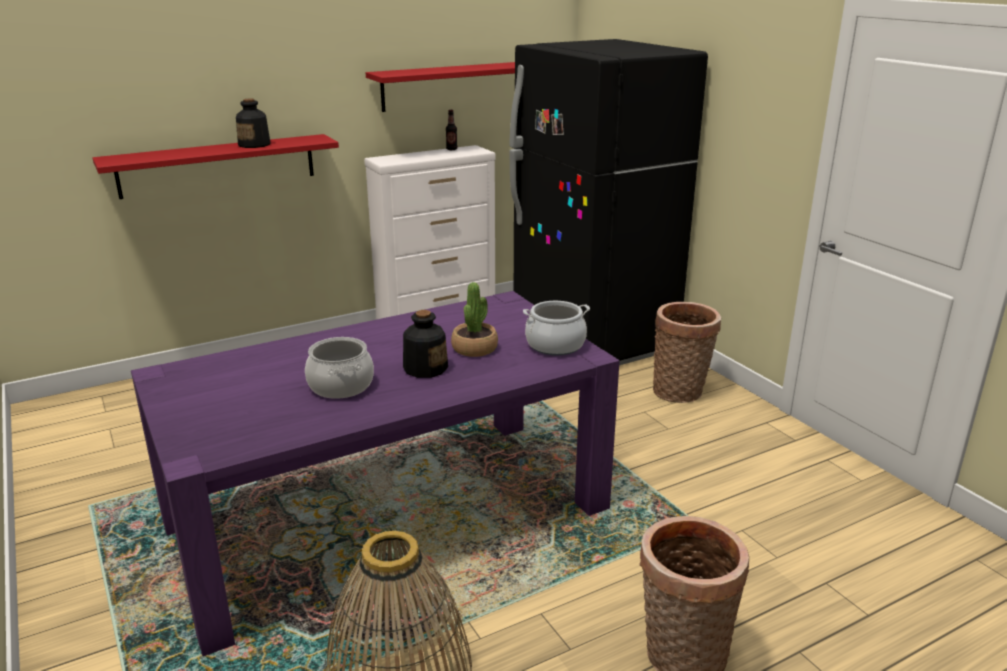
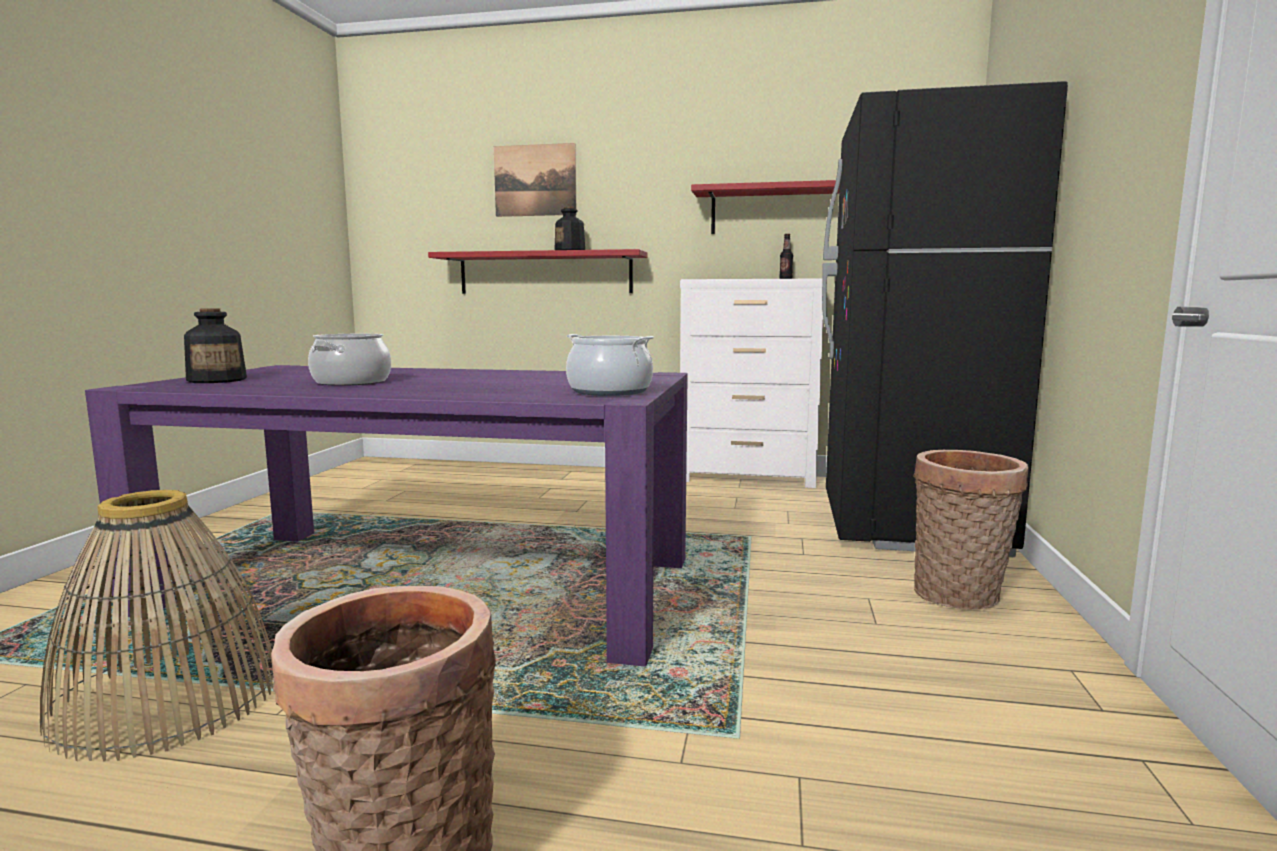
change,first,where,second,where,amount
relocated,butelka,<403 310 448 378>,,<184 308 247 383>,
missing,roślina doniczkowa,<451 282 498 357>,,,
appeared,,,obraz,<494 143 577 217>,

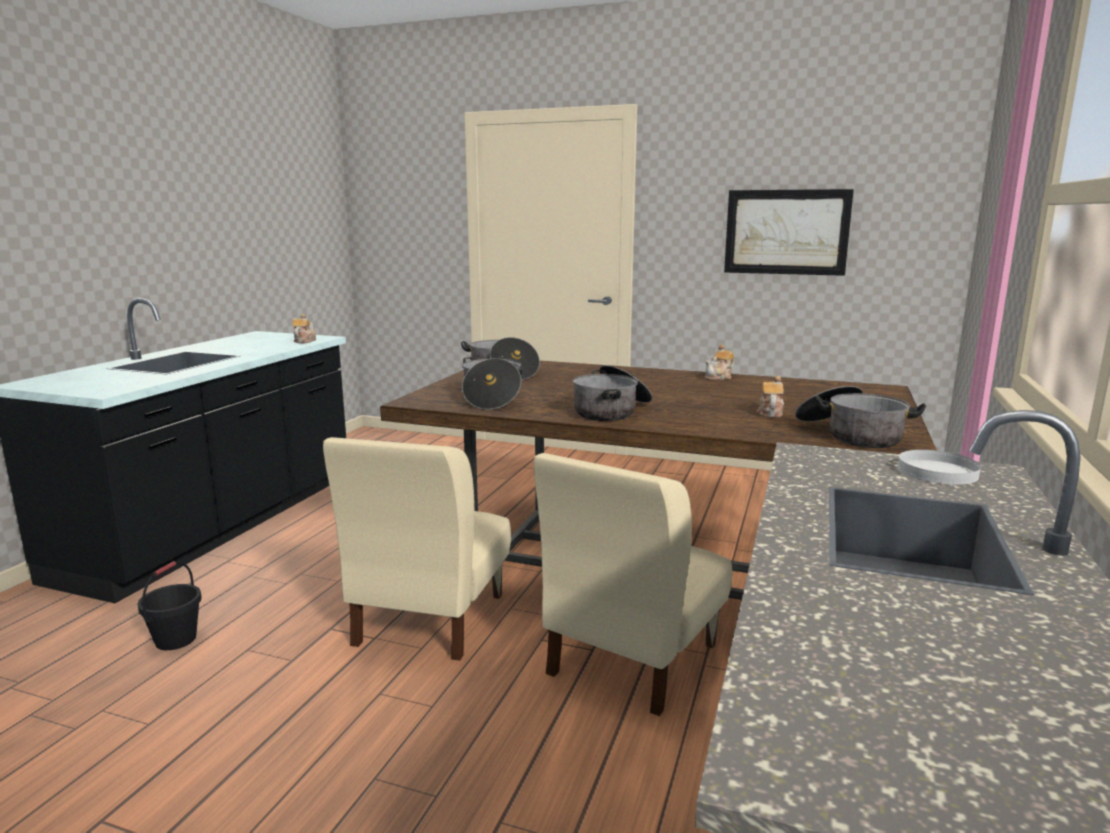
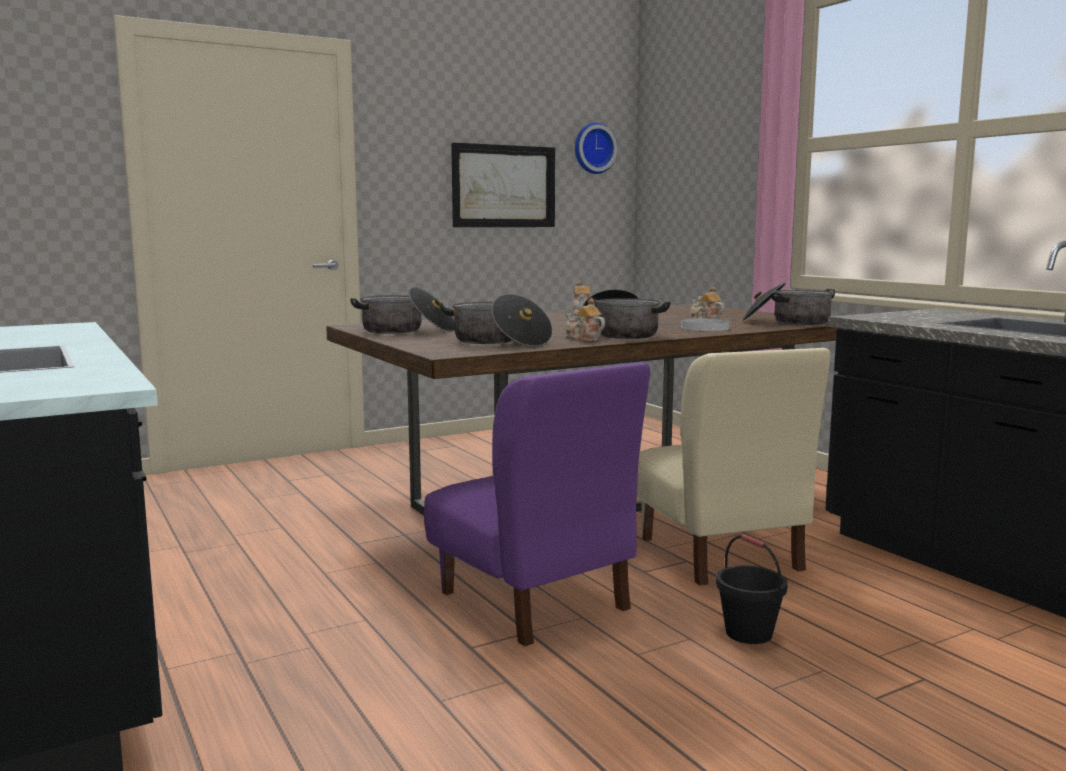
change,first,where,second,where,amount
relocated,wiadro [czarny],<137 561 202 650>,,<716 534 788 644>,
relocated,imbryk,<292 314 316 343>,,<565 298 605 341>,
colour,krzesło [beżowy],<323 437 511 661>,krzesło [fioletowy],<424 362 650 646>,
relocated,talerz [biały],<898 450 981 485>,,<681 318 730 331>,
appeared,,,zegar ścienny,<575 122 617 174>,

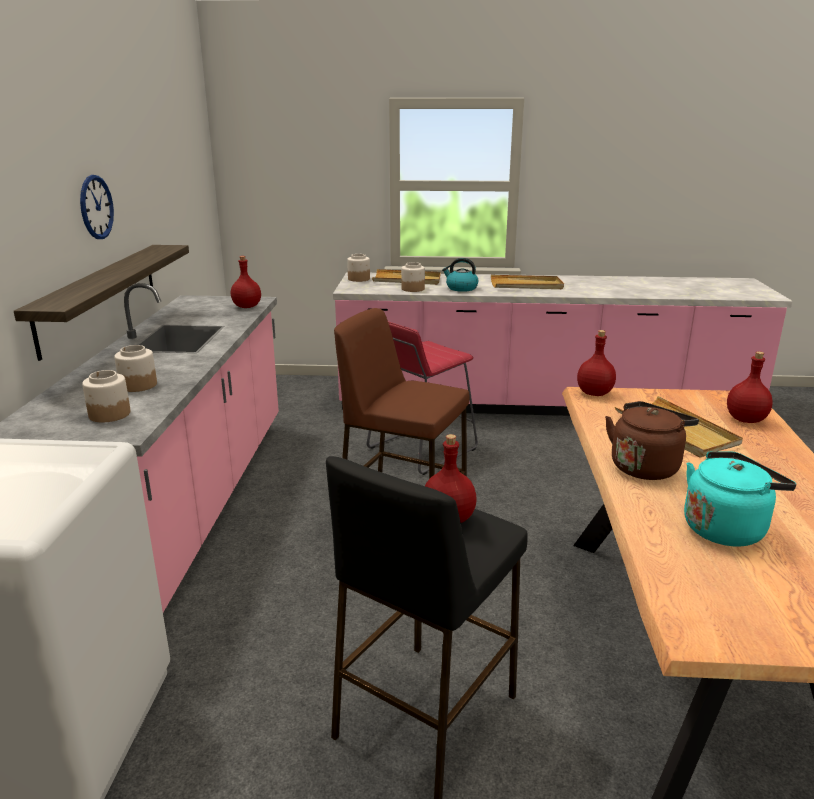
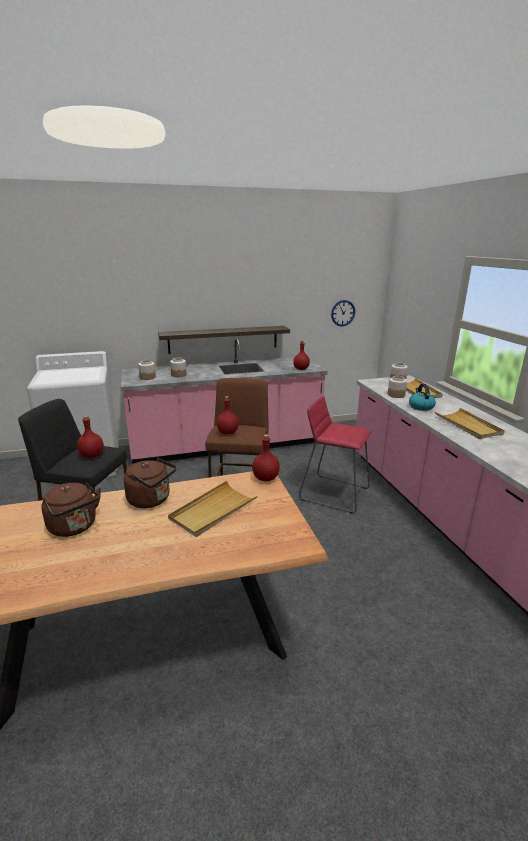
change,first,where,second,where,amount
relocated,zegar ścienny,<80 175 114 239>,,<331 300 355 327>,
colour,czajnik [turkusowy],<684 451 797 546>,czajnik [brązowy],<41 482 101 537>,
relocated,butelka [czerwony],<727 351 773 423>,,<217 396 239 434>,

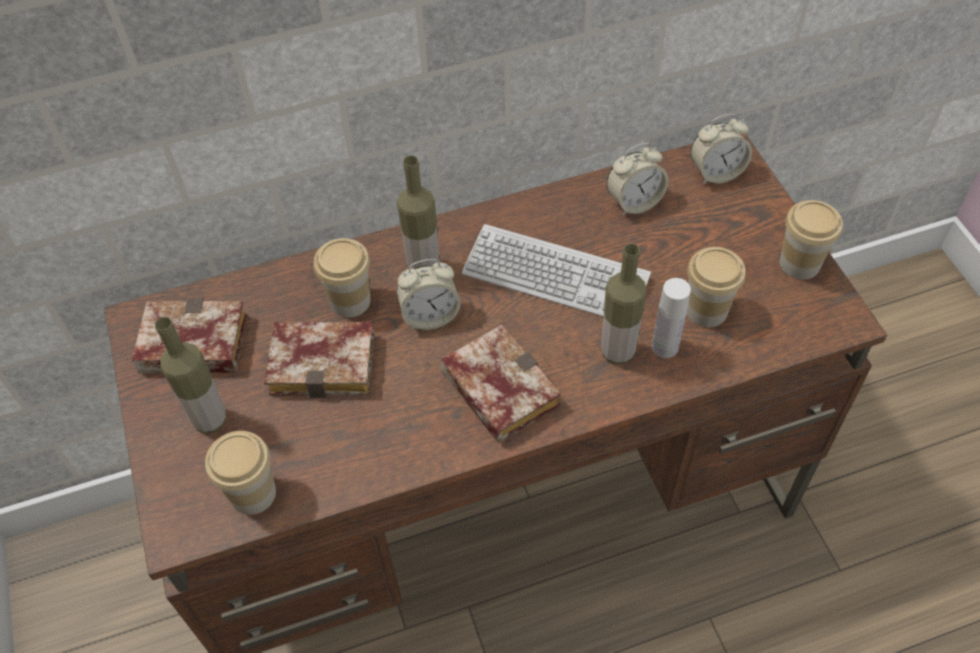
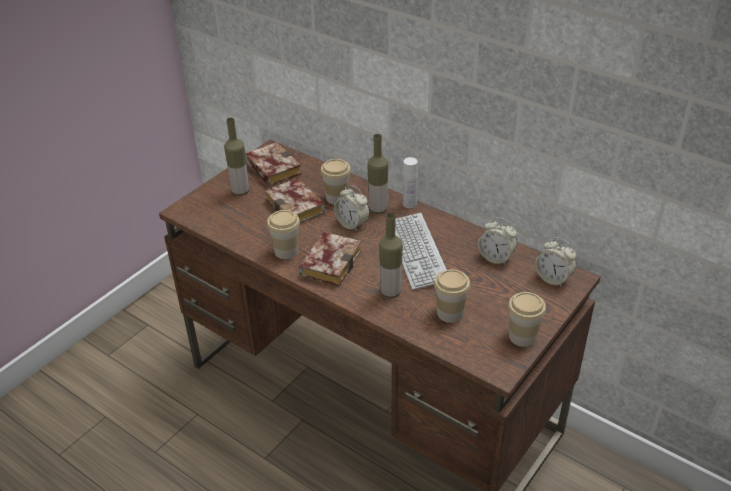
change,first,where,second,where,amount
relocated,filiżanka,<205 431 276 515>,,<267 210 300 259>,
relocated,butelka [biały],<652 278 691 358>,,<403 157 418 208>,

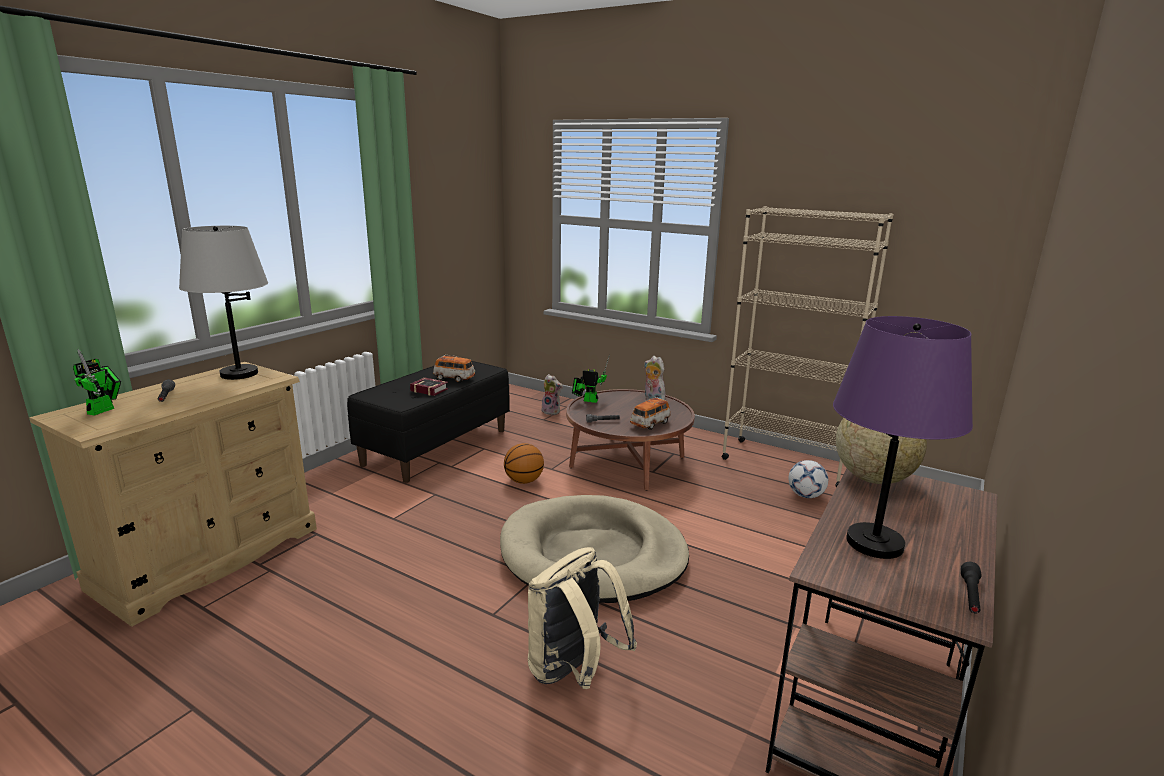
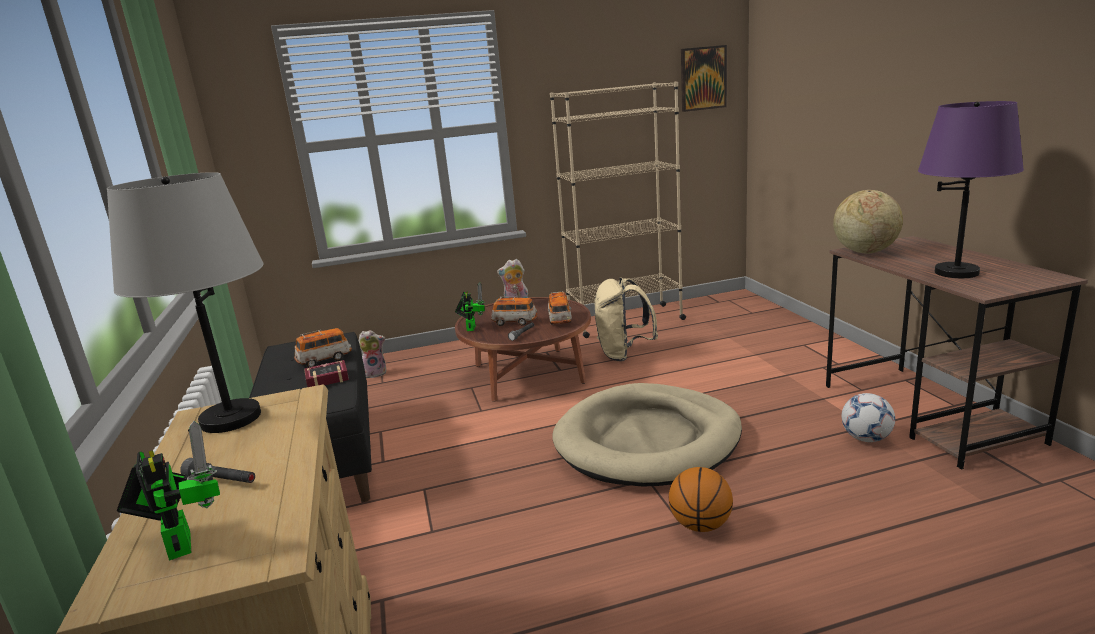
change,first,where,second,where,amount
relocated,piłka do koszykówki,<504 443 544 484>,,<669 467 733 532>,
relocated,plecak [beżowy],<528 547 637 689>,,<595 277 658 361>,
spun,robot zabawkowy,<572 354 610 403>,,<455 282 485 331>,120 degrees clockwise
relocated,piłka futbolowa,<788 460 828 498>,,<841 393 895 442>,
missing,latarka [czarny],<961 562 982 613>,,,
appeared,,,samochodzik,<491 297 538 326>,
appeared,,,obraz,<681 45 727 112>,

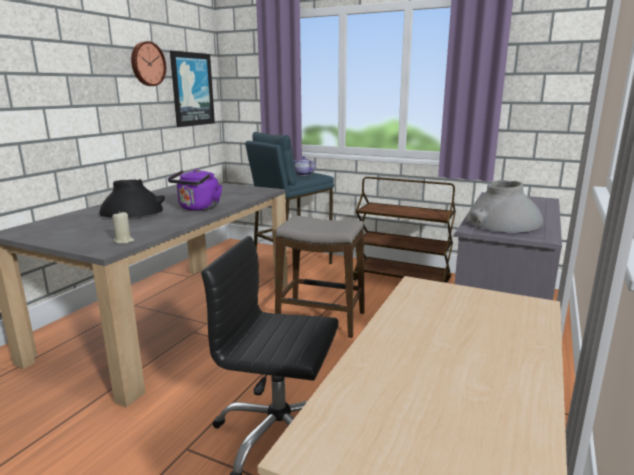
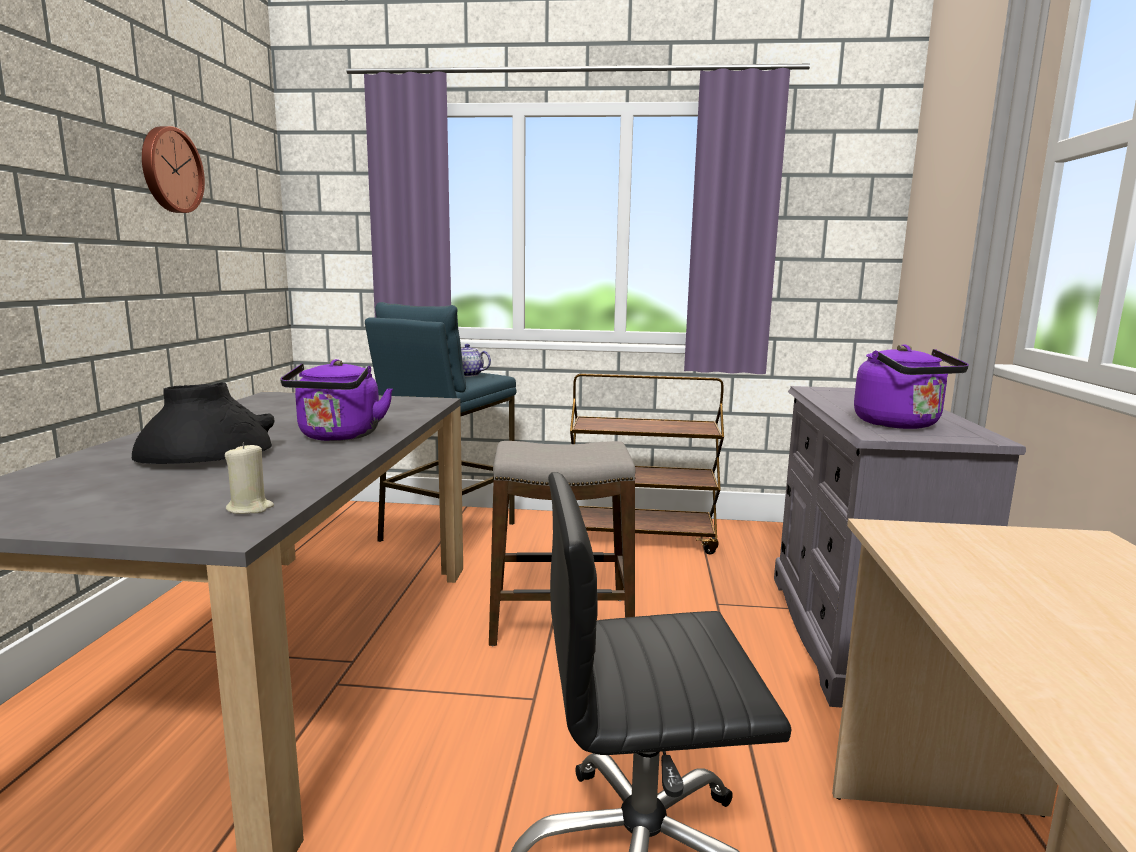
change,first,where,second,where,amount
missing,obraz,<170 51 215 127>,,,
exchanged,wazon [szary],<466 180 543 233>,czajnik [fioletowy],<854 344 969 429>,

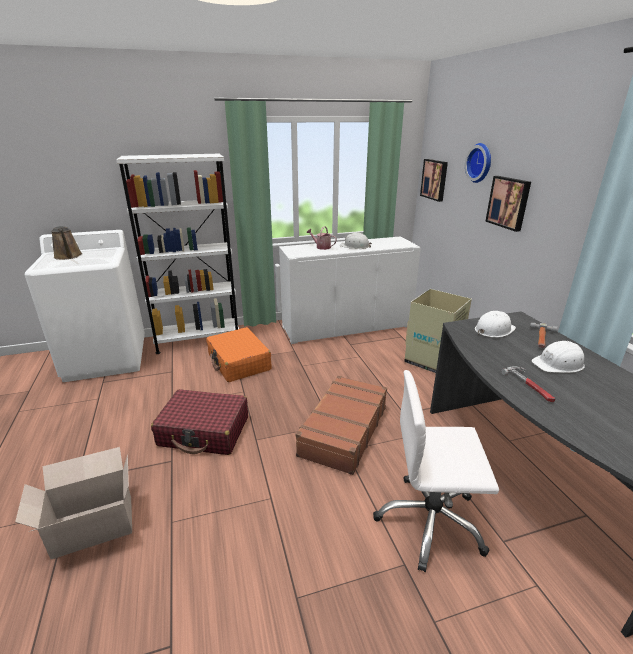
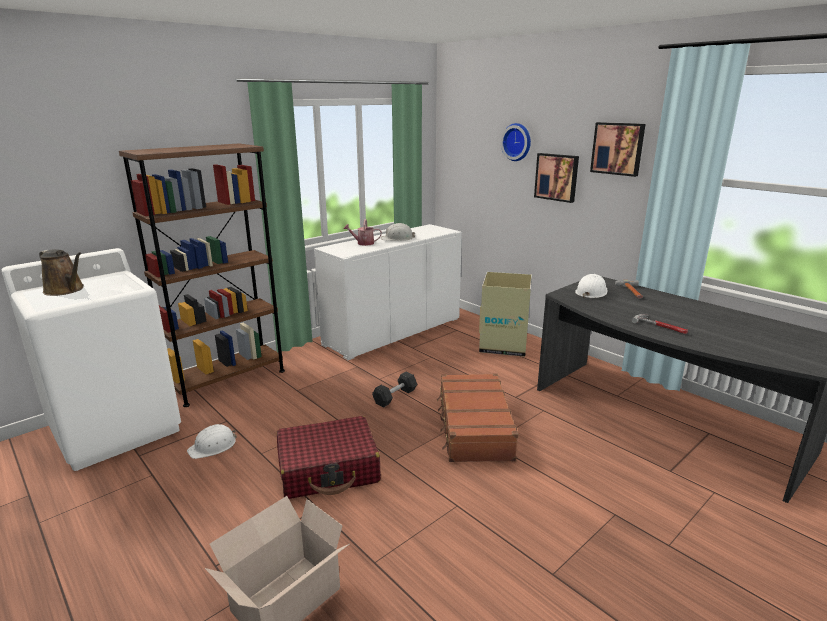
change,first,where,second,where,amount
colour,regał [biały],<116 154 239 354>,regał [brązowy],<119 143 285 407>,
missing,walizka [pomarańczowy],<206 327 271 382>,,,
missing,krzesło biurowe [biały],<373 370 499 572>,,,
relocated,obraz,<420 159 448 202>,,<590 122 645 177>,
relocated,kask [biały],<531 341 585 373>,,<187 424 237 459>,
appeared,,,hantel [szary],<372 372 417 408>,

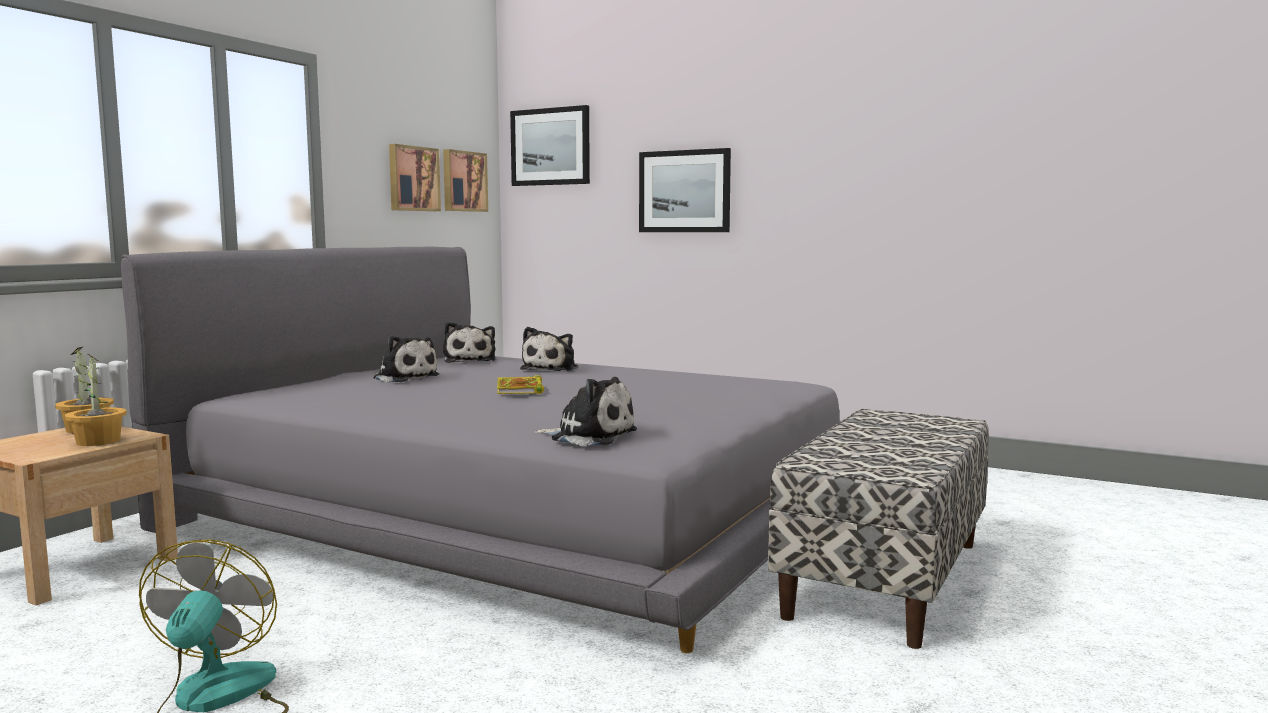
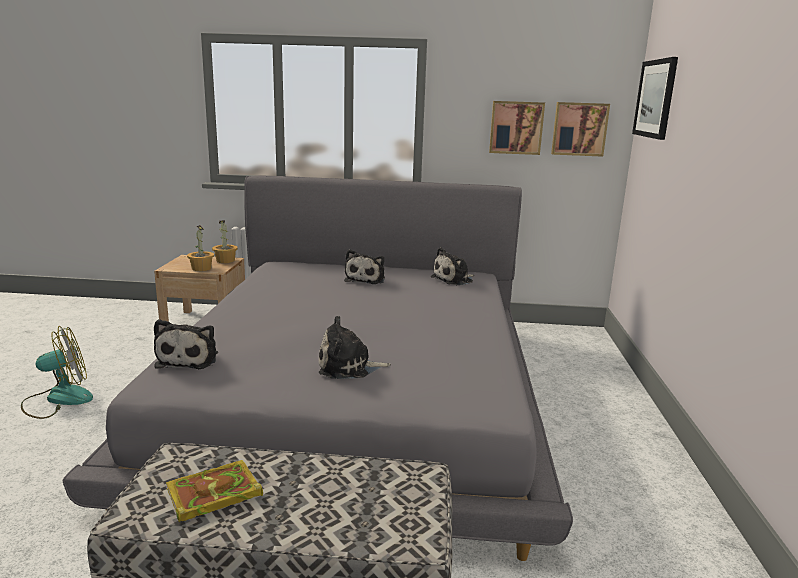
change,first,where,second,where,amount
relocated,książka,<497 375 544 394>,,<166 460 263 522>,
relocated,pluszak,<520 327 578 371>,,<319 316 391 379>,
missing,obraz,<639 148 731 232>,,,

